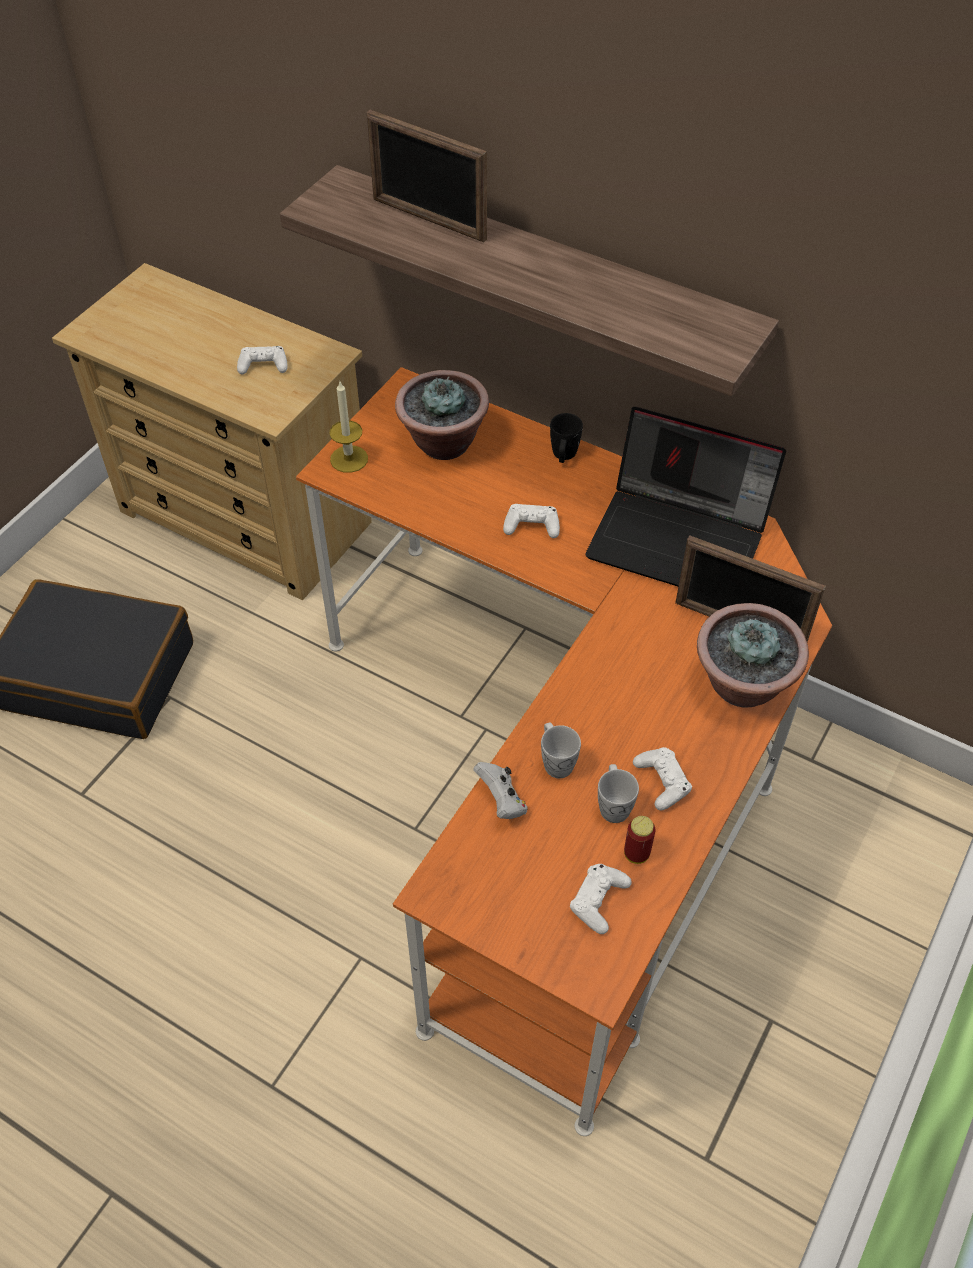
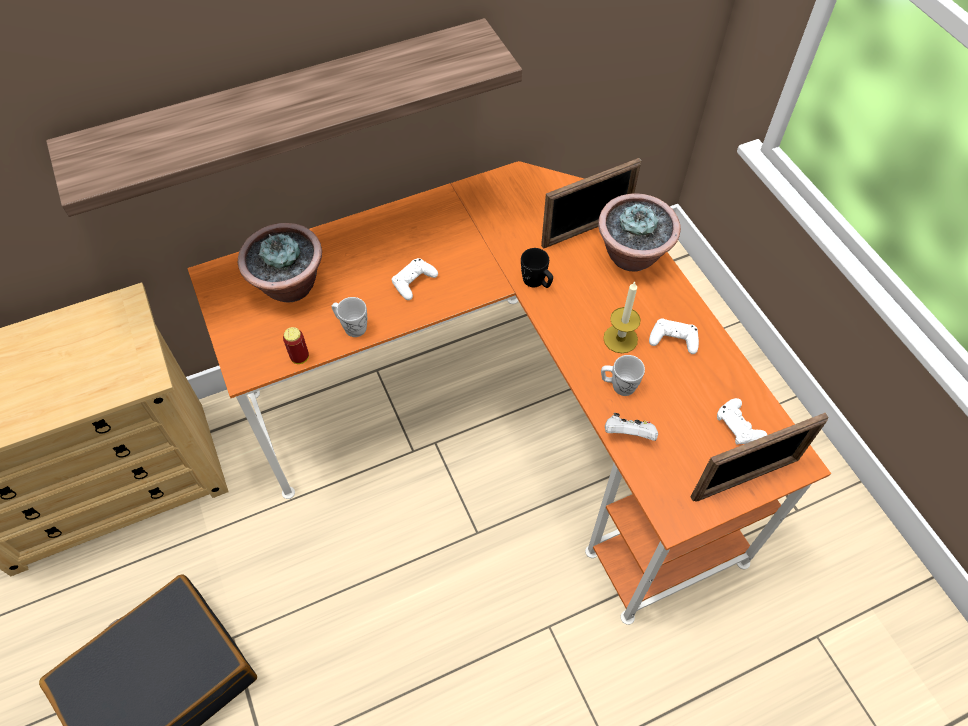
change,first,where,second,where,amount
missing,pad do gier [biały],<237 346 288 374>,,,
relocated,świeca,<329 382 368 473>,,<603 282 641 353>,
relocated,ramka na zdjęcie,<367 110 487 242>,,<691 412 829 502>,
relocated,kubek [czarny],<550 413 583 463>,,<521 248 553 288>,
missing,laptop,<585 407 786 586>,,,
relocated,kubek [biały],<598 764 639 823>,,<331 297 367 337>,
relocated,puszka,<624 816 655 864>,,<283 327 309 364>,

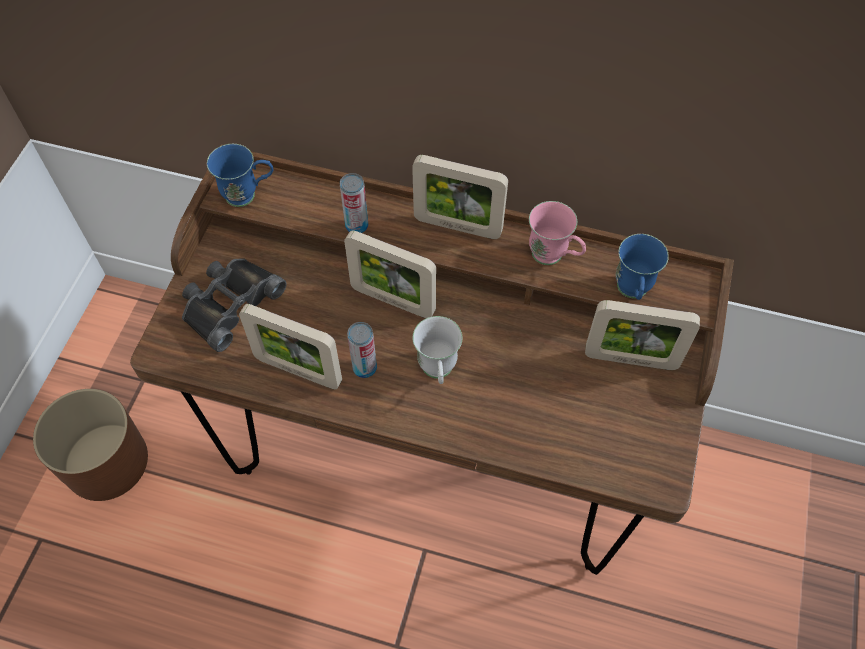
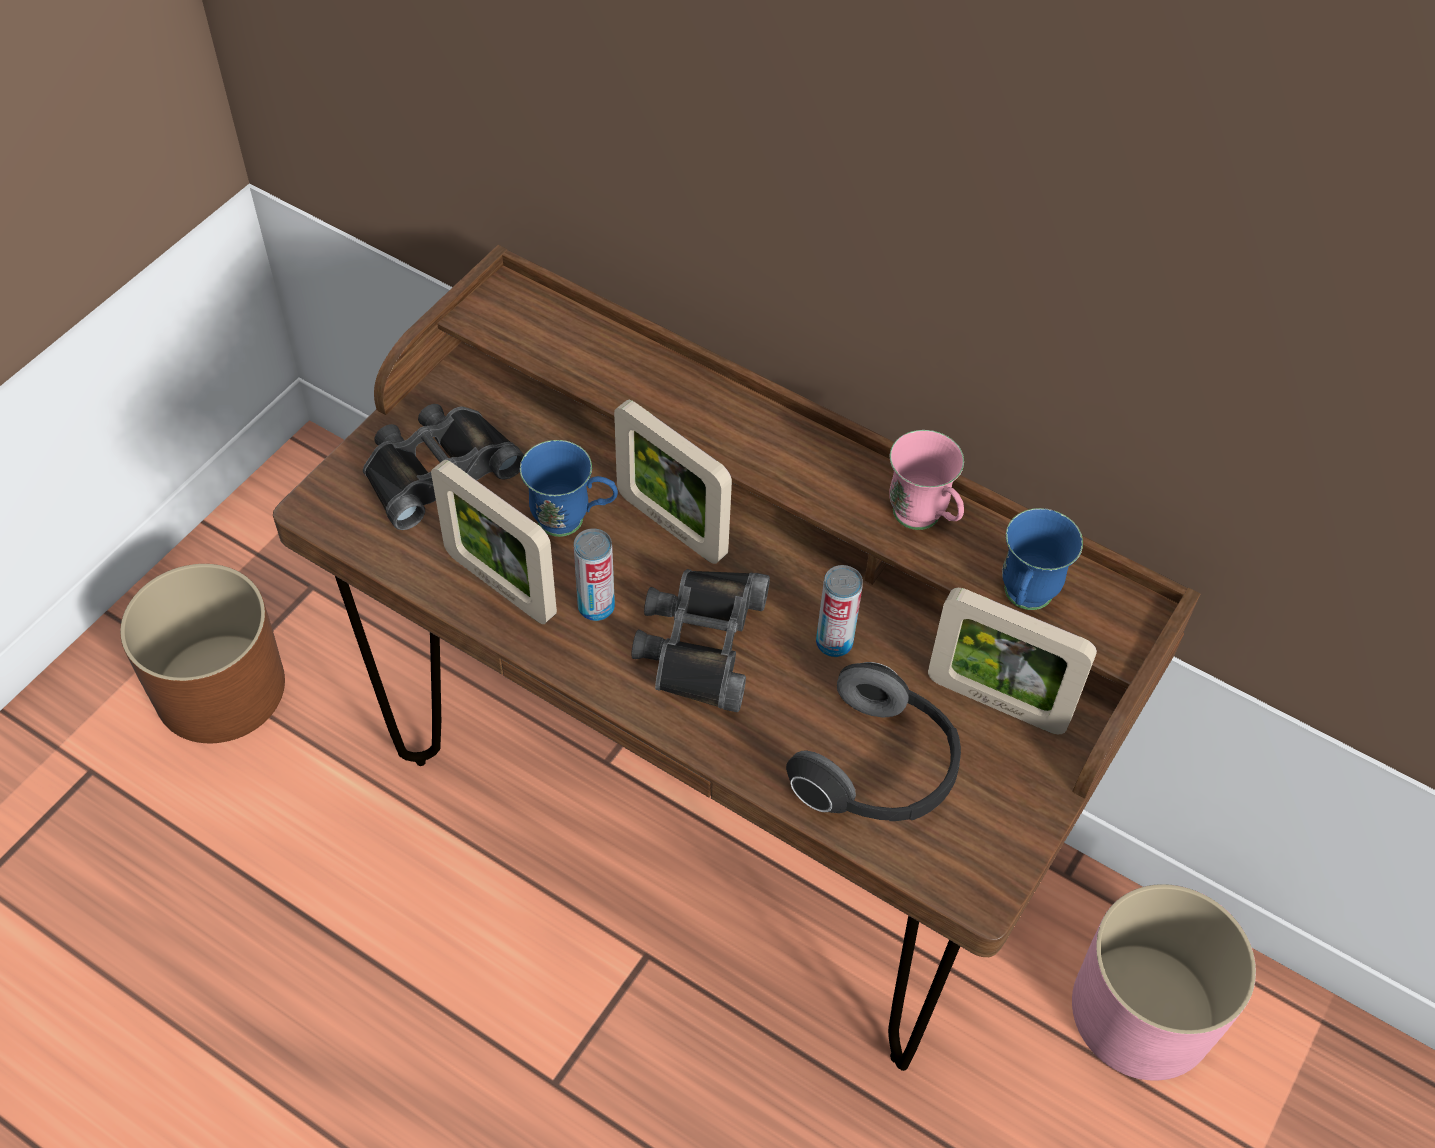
change,first,where,second,where,amount
relocated,kubek [niebieski],<207 144 273 207>,,<520 440 618 537>,
relocated,puszka,<340 173 368 233>,,<816 565 863 657>,
missing,ramka na zdjęcie,<412 155 508 239>,,,
exchanged,kubek [biały],<413 316 462 384>,lornetka [czarny],<631 569 770 712>,
appeared,,,słuchawki,<786 662 961 821>,
appeared,,,donica [różowy],<1072 884 1256 1081>,

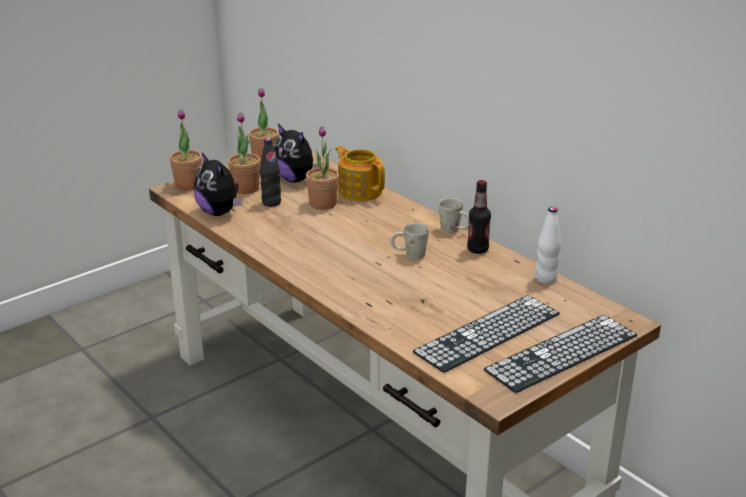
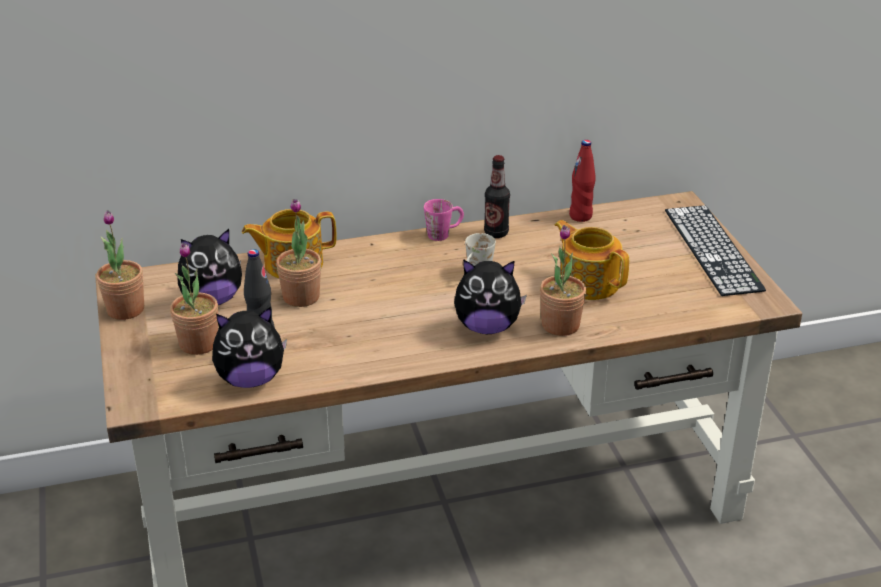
change,first,where,second,where,amount
relocated,roślina doniczkowa,<170 109 202 190>,,<540 225 586 336>,
missing,klawiatura,<413 295 560 373>,,,
colour,kubek [biały],<439 198 469 233>,kubek [różowy],<424 199 464 241>,
colour,butelka [biały],<535 207 561 284>,butelka [czerwony],<569 140 596 222>,
appeared,,,pluszak,<454 259 527 334>,
appeared,,,imbryk,<555 220 629 300>,

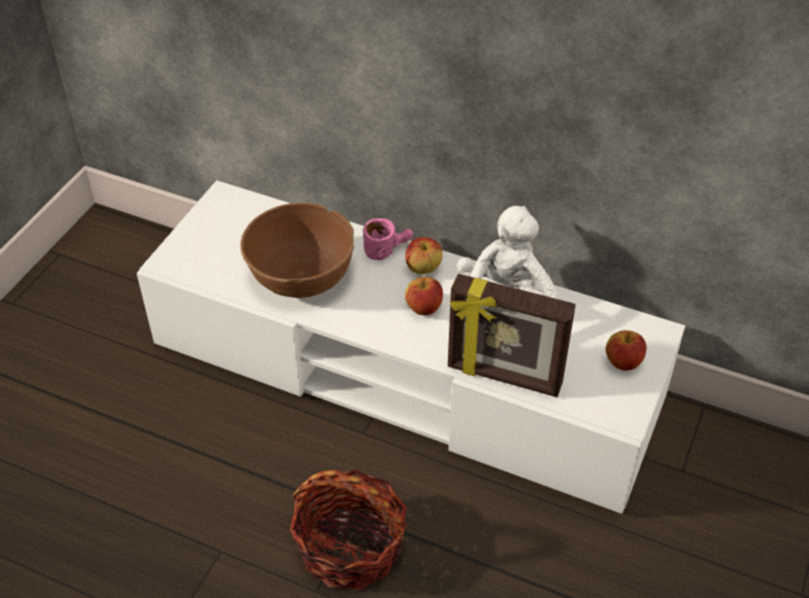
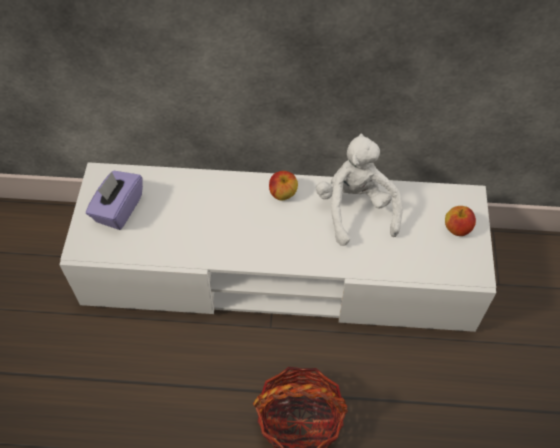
change,first,where,second,where,amount
missing,miska [brązowy],<240 203 354 298>,,,
missing,kubek [różowy],<363 218 413 260>,,,
missing,jabłko,<405 277 443 315>,,,
missing,ramka na zdjęcie,<448 274 576 397>,,,
appeared,,,pudełko chusteczek [fioletowy],<86 171 143 230>,

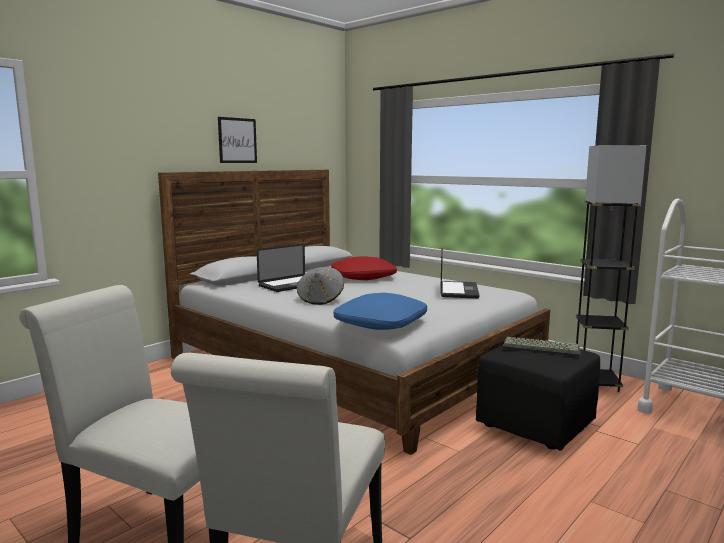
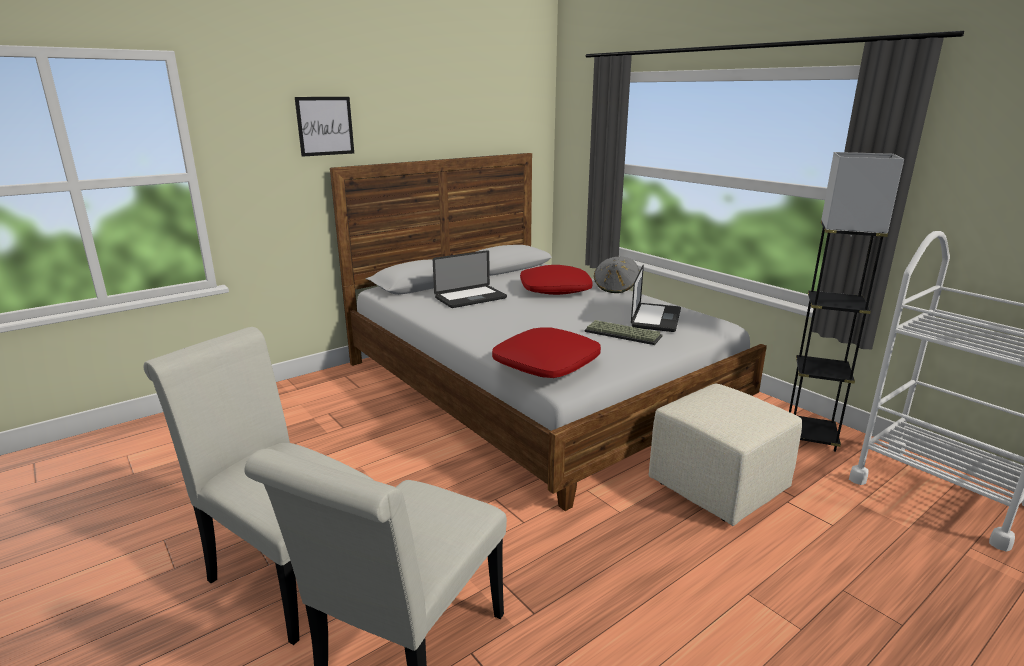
change,first,where,second,where,amount
relocated,obraz,<218 117 257 163>,,<295 97 354 157>,
relocated,kapelusz [szary],<297 267 344 305>,,<594 257 639 293>,
colour,poduszka [niebieski],<334 293 427 330>,poduszka [czerwony],<492 327 601 378>,
colour,pufa [czarny],<476 337 600 451>,pufa [beżowy],<649 384 802 526>,
relocated,klawiatura,<503 337 580 357>,,<585 320 662 345>,

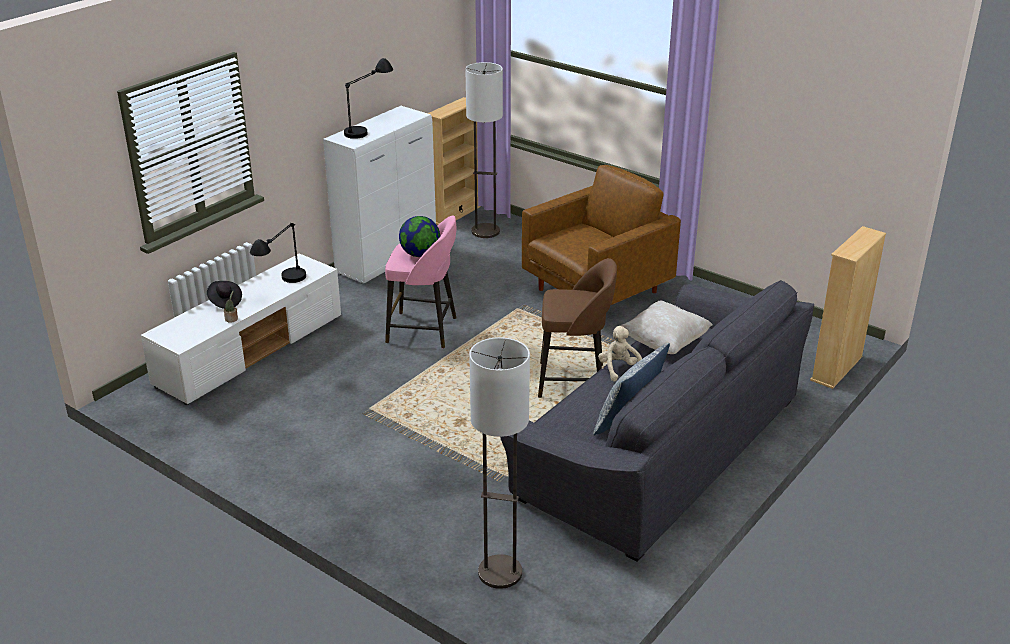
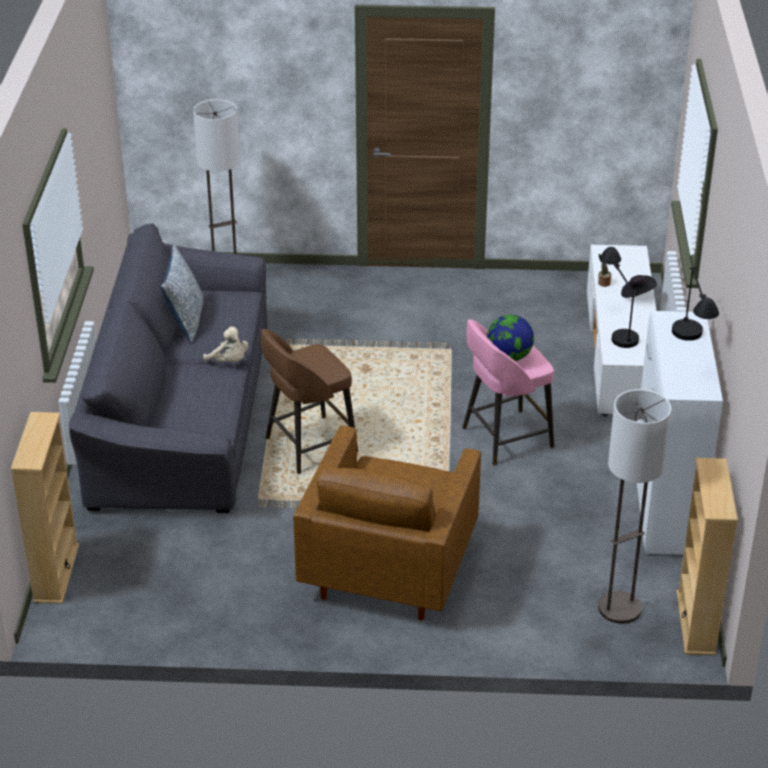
change,first,where,second,where,amount
missing,poduszka [beżowy],<621 300 713 354>,,,

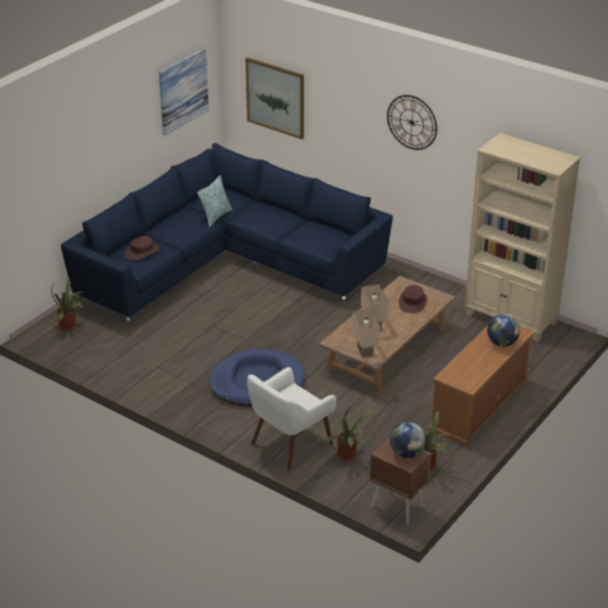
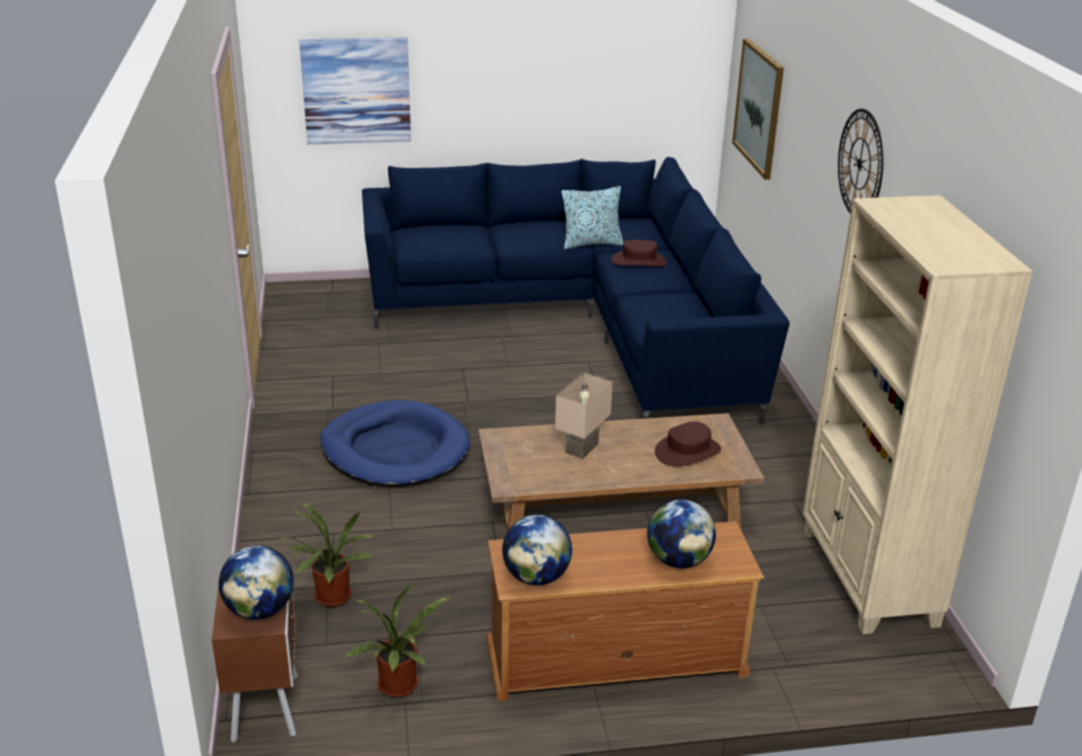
change,first,where,second,where,amount
missing,roślina doniczkowa,<51 276 83 330>,,,
relocated,kapelusz [brązowy],<125 236 160 261>,,<611 240 667 267>,
relocated,obraz,<159 48 209 136>,,<299 38 411 144>,
missing,fotel [biały],<247 367 336 471>,,,
missing,lampa stołowa [beżowy],<353 309 380 357>,,,
appeared,,,globus,<502 515 572 585>,

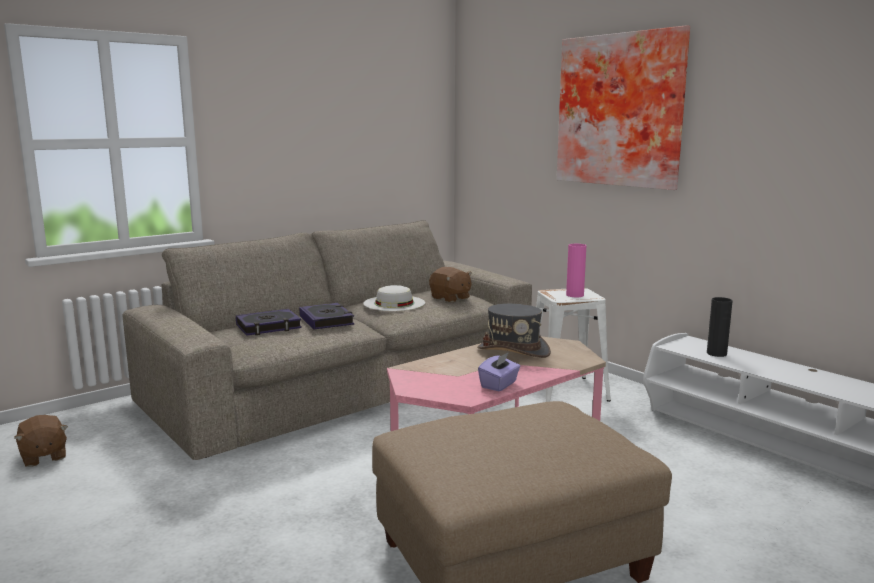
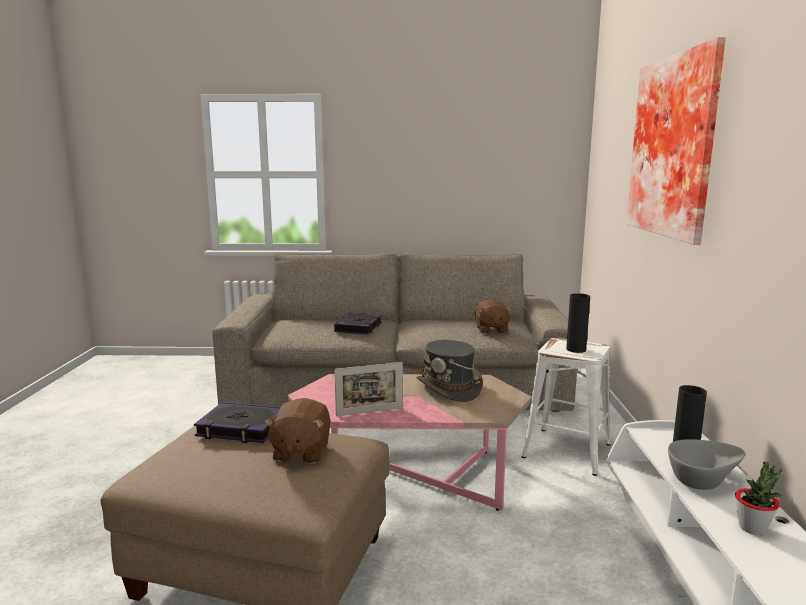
change,first,where,second,where,amount
relocated,pluszak [brązowy],<14 415 68 467>,,<264 398 331 464>,
relocated,książka,<236 309 302 336>,,<194 402 280 443>,
missing,kapelusz [biały],<363 285 425 311>,,,
exchanged,pudełko chusteczek [fioletowy],<478 352 520 391>,ramka na zdjęcie,<334 362 403 416>,
colour,wazon [różowy],<566 244 586 297>,wazon [czarny],<566 293 590 353>,
appeared,,,miska [szary],<668 439 745 490>,
appeared,,,roślina doniczkowa,<735 462 782 535>,

